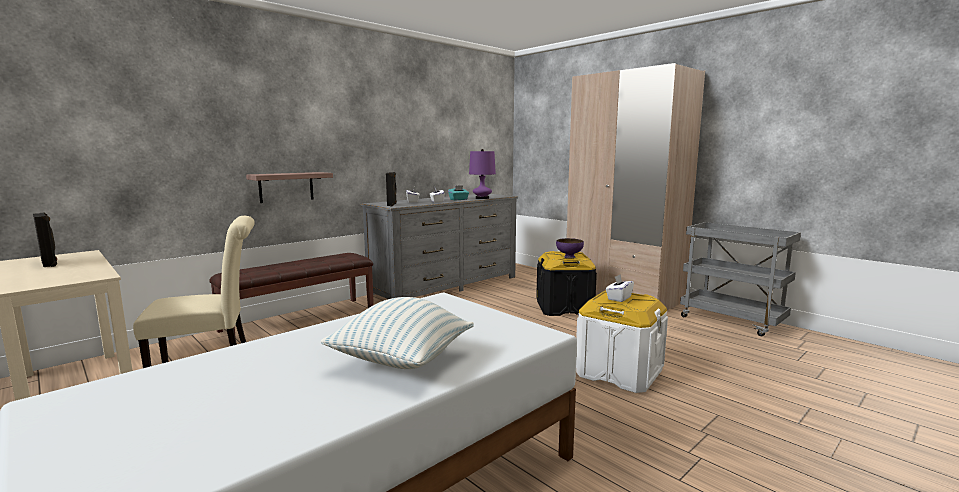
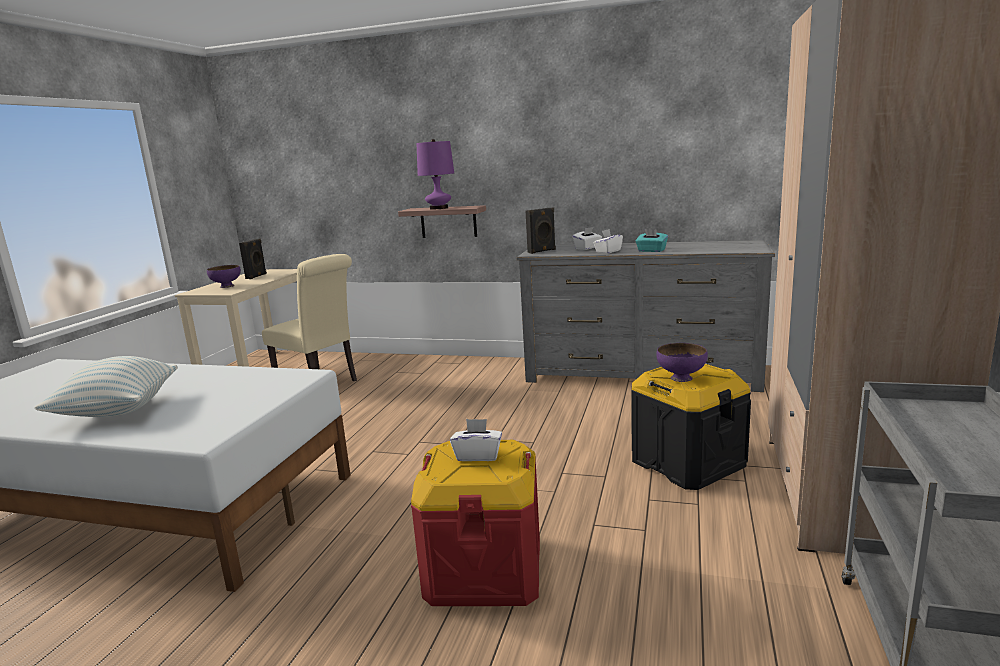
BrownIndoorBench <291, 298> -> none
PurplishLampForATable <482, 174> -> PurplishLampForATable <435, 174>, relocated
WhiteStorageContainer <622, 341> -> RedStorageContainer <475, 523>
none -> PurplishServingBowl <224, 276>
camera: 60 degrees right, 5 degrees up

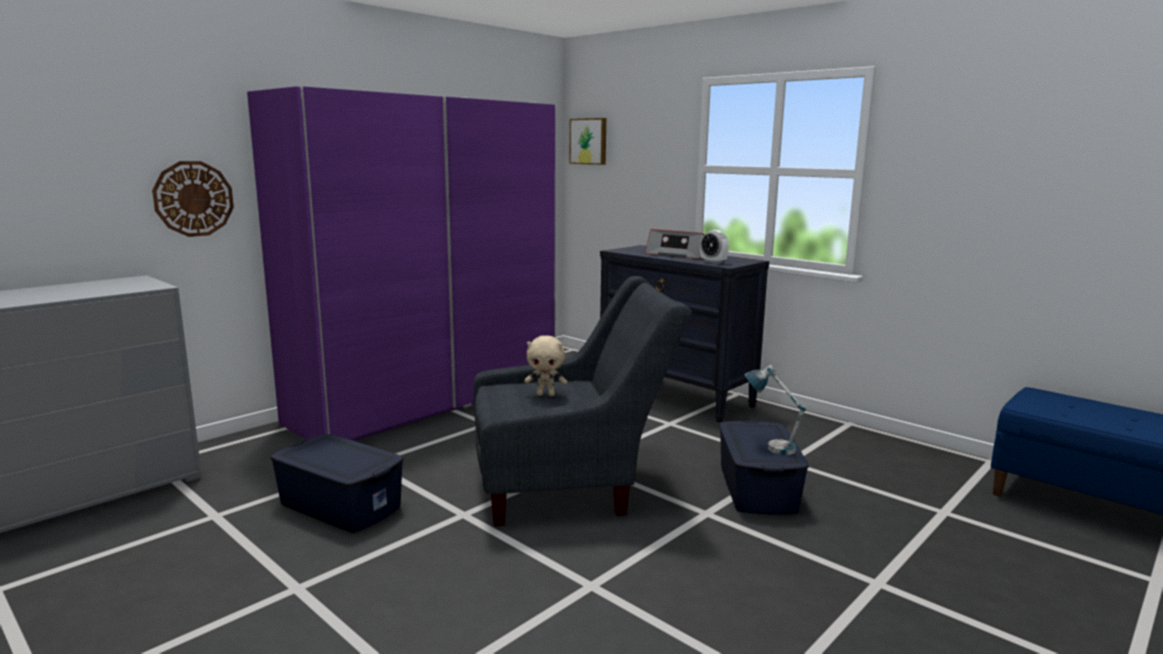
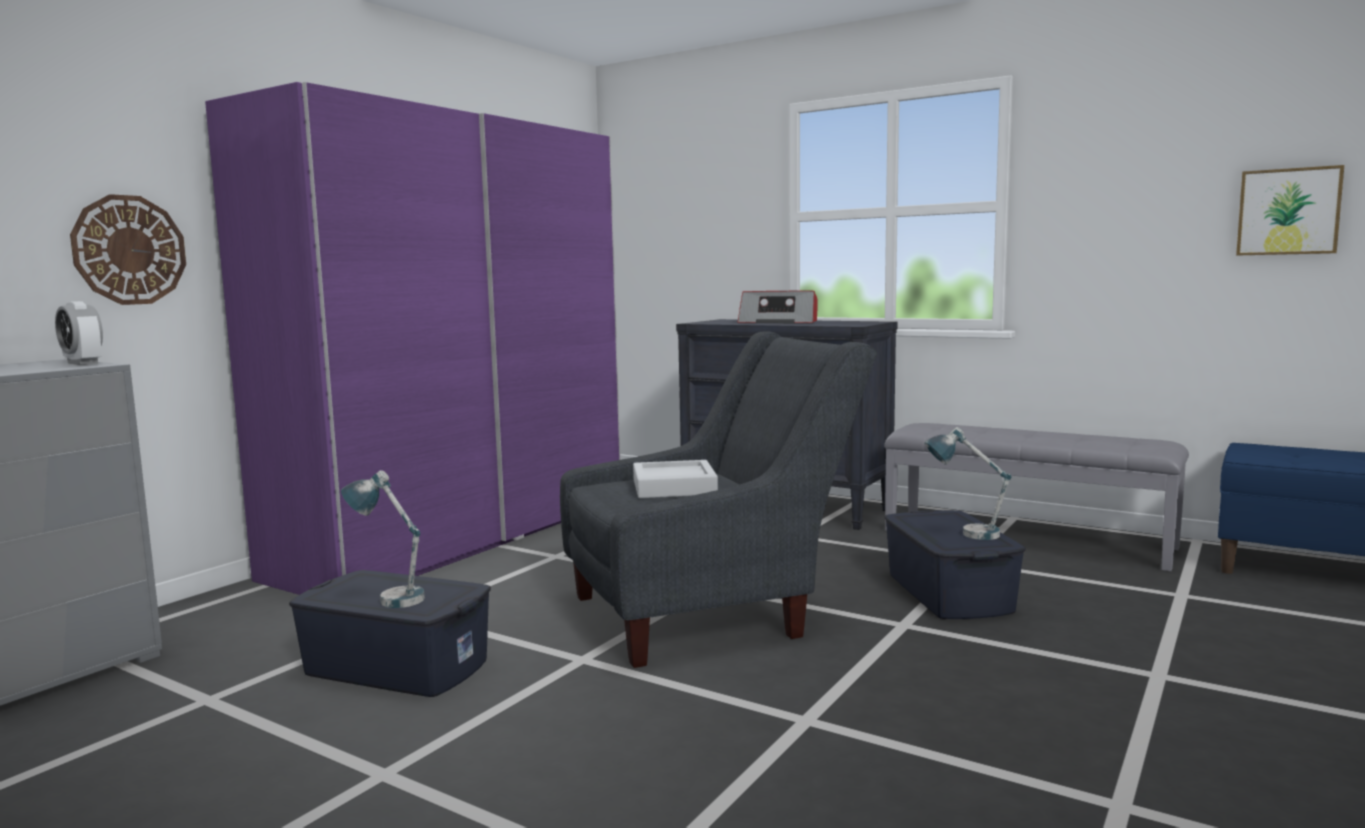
BeigeSoftToy <545, 365> -> GreyTray <675, 479>
WallArt <587, 141> -> WallArt <1290, 210>, relocated
TableClock <714, 247> -> TableClock <79, 333>, relocated
none -> LampForATable <383, 539>
none -> GreyIndoorBench <1036, 497>
camera: 10 degrees left, 5 degrees down

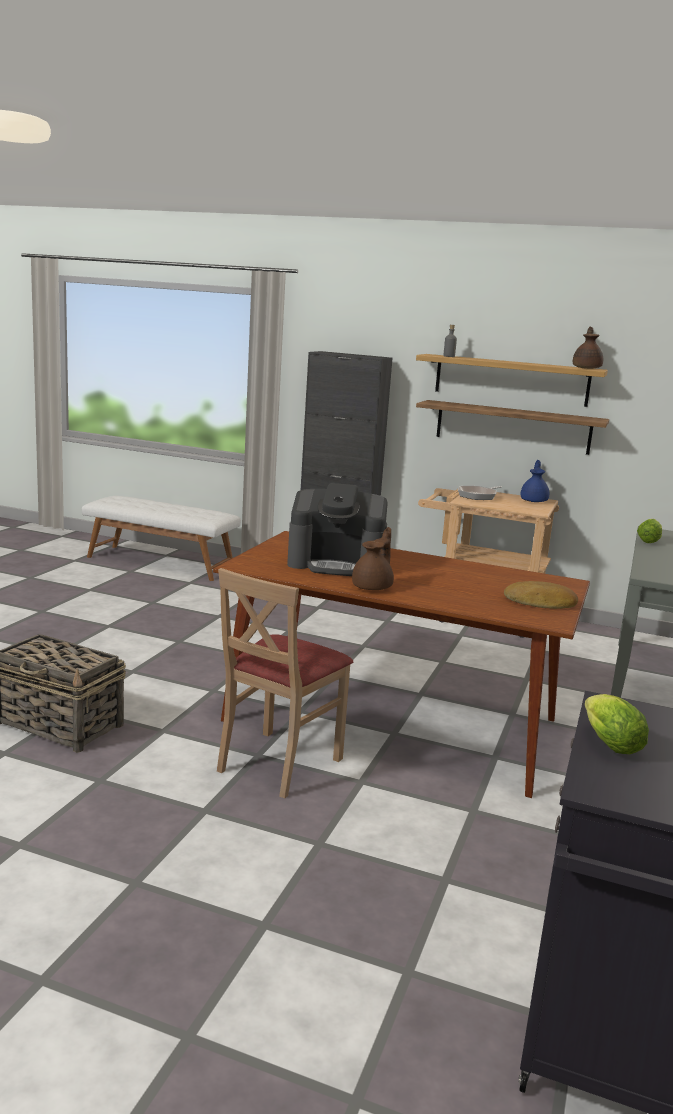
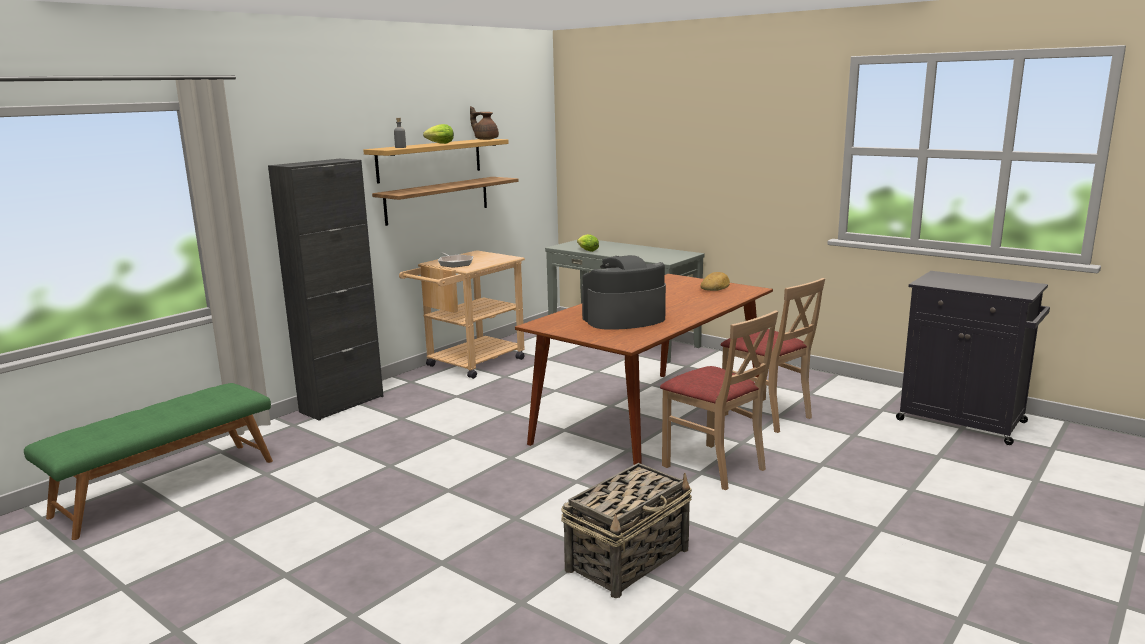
WhiteIndoorBench <161, 538> -> GreenishIndoorBench <148, 461>
CoffeeBrewer <337, 529> -> CoffeeBrewer <624, 292>, 135 degrees counterclockwise
BrownPotForTea <373, 558> -> none
BluishPotForTea <534, 481> -> none
Lettuce <616, 724> -> Lettuce <438, 134>, relocated
none -> BeigeChair <773, 355>
camera: 70 degrees left, 0 degrees up

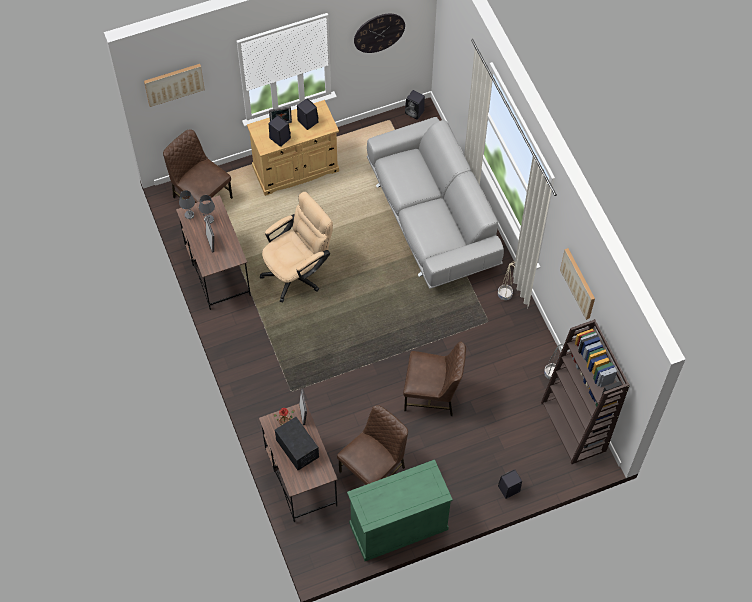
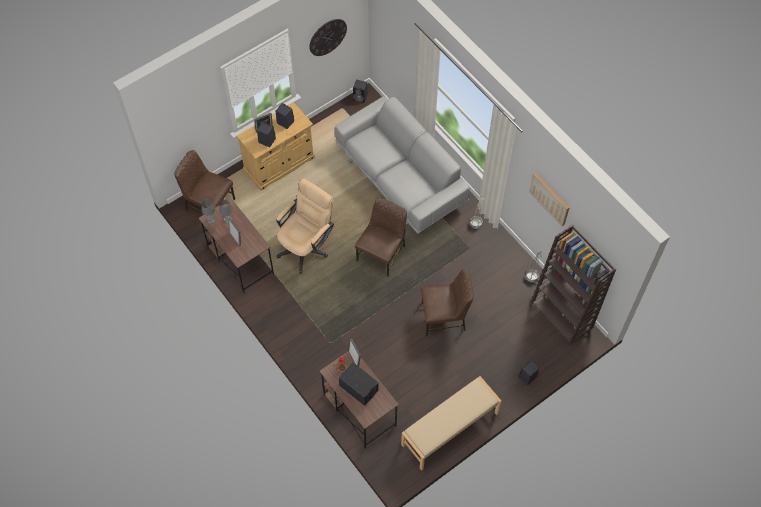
WallArt <174, 85> -> none
BrownChair <372, 445> -> BrownChair <381, 237>, relocated
GreenishCabinet <400, 510> -> BeigeIndoorBench <451, 423>
camera: 15 degrees left, 0 degrees up

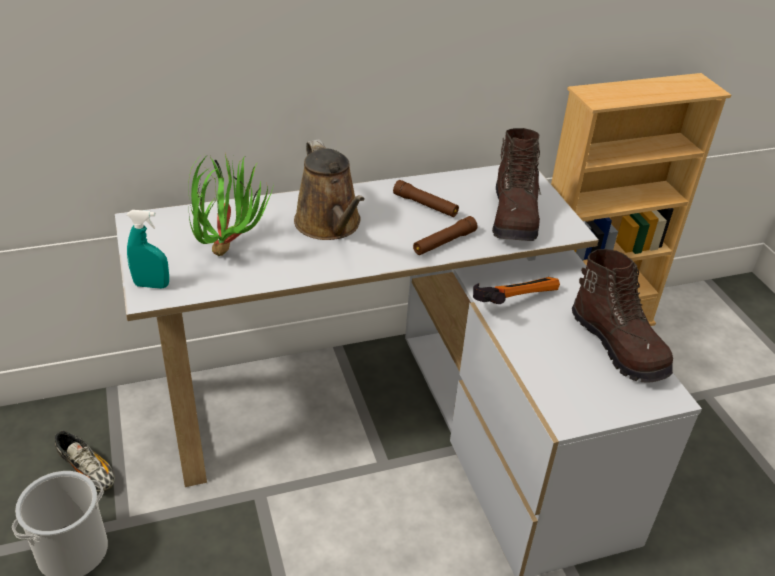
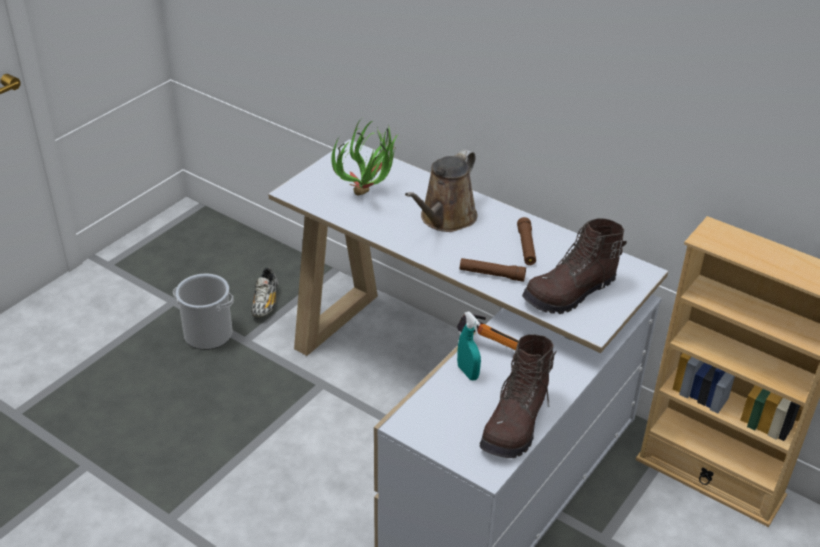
BlueGreenSprayer <148, 249> -> BlueGreenSprayer <469, 346>, relocated
camera: 55 degrees right, 0 degrees up

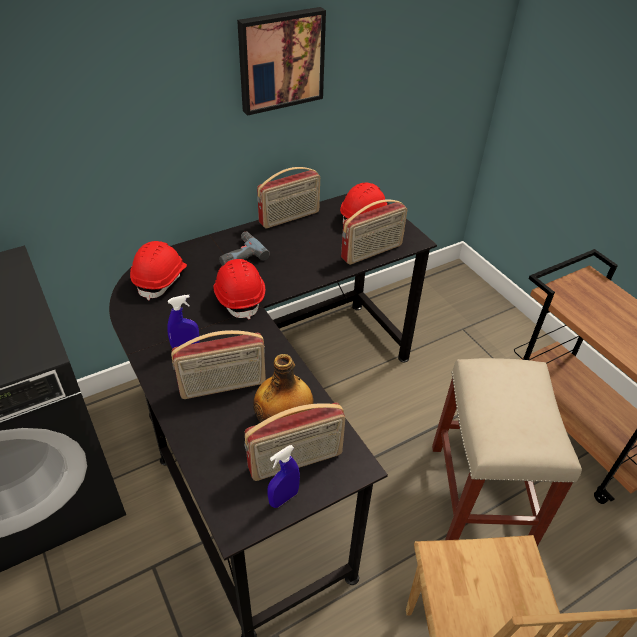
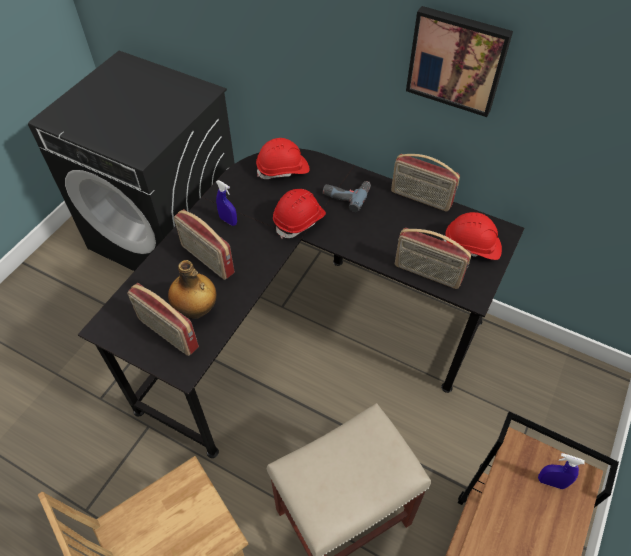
BluishSprayer <284, 476> -> BluishSprayer <561, 471>, relocated
camera: 60 degrees right, 10 degrees up

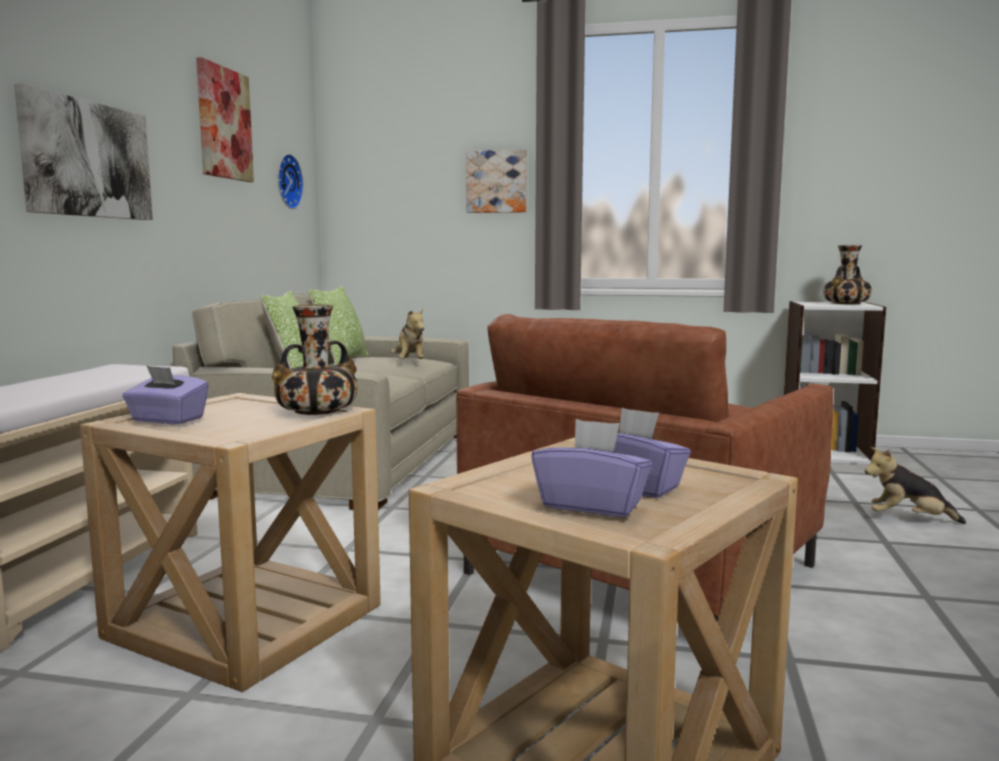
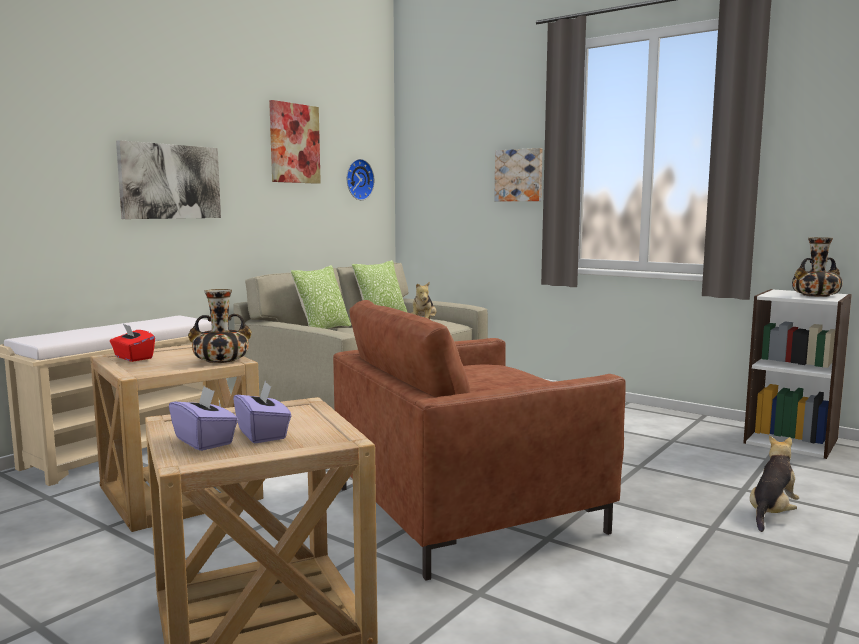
PurplishTissueBox <165, 394> -> RedTissueBox <132, 343>
SoftToy <915, 485> -> SoftToy <774, 483>, 90 degrees clockwise
camera: 25 degrees right, 0 degrees up

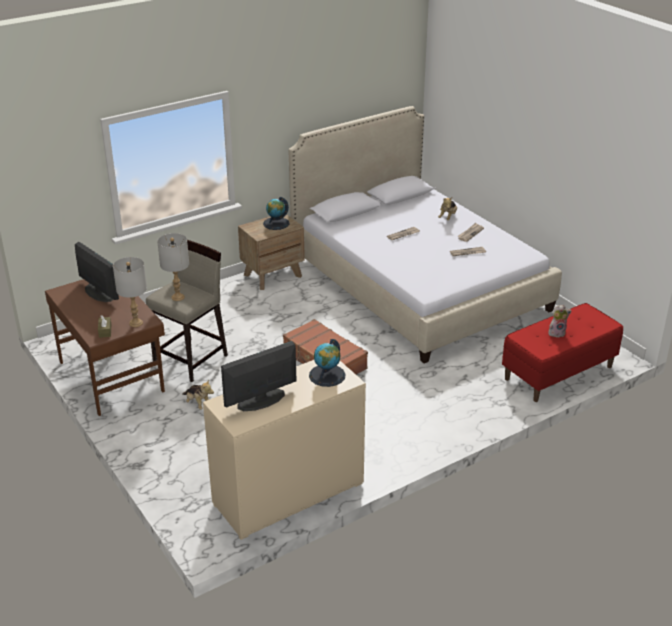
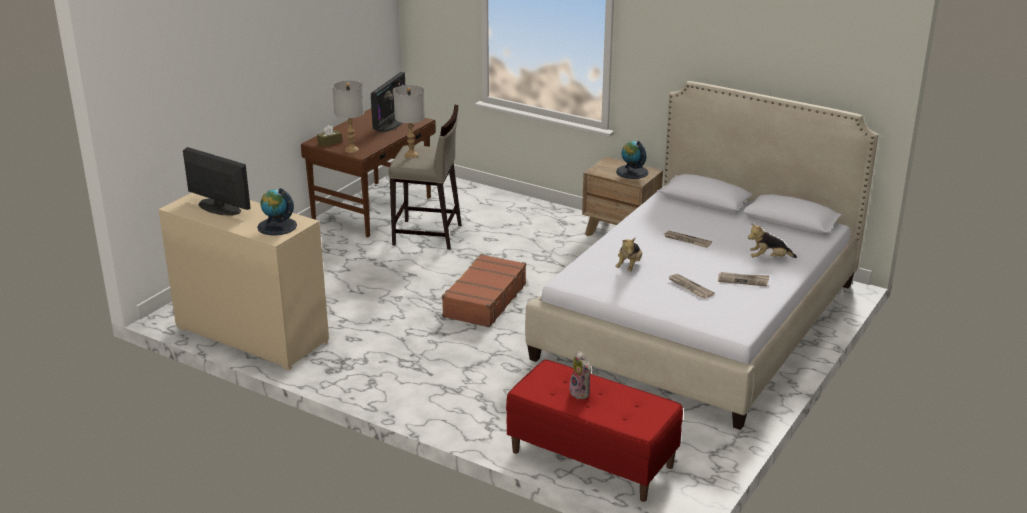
SoftToy <198, 394> -> SoftToy <628, 254>, relocated
camera: 65 degrees right, 5 degrees down

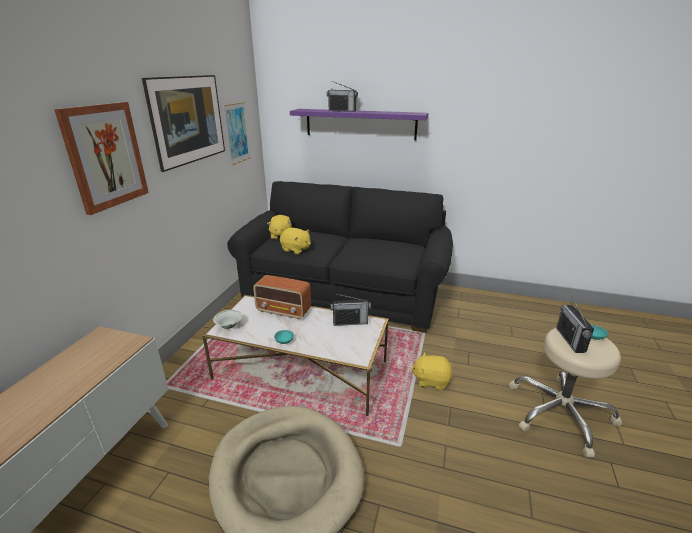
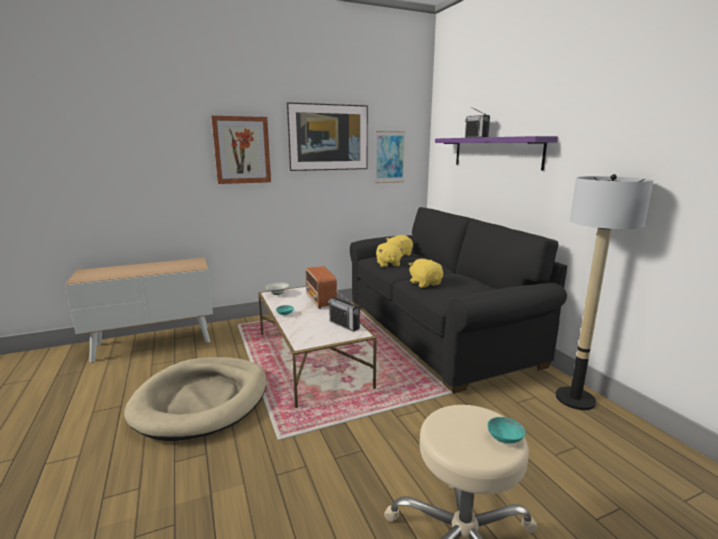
YellowColouredSoftToy <431, 371> -> YellowColouredSoftToy <426, 273>, relocated
RadioReceiver <575, 325> -> none
none -> StandardLamp <605, 292>
camera: 50 degrees right, 10 degrees down

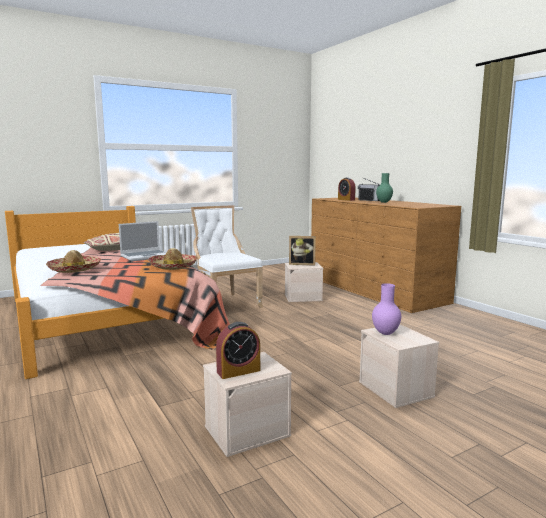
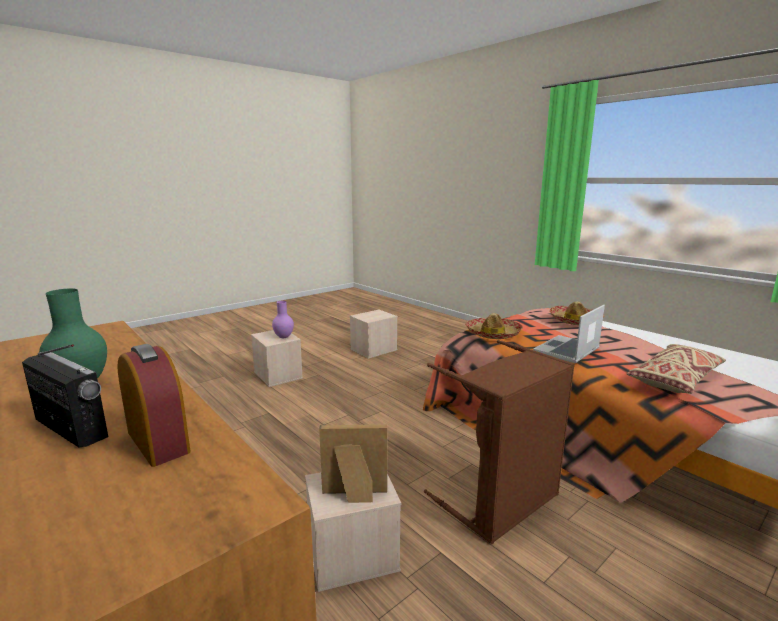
WhiteChair <227, 257> -> BrownLaundryBasket <499, 442>
TableClock <238, 350> -> none
camera: 170 degrees right, 5 degrees up

